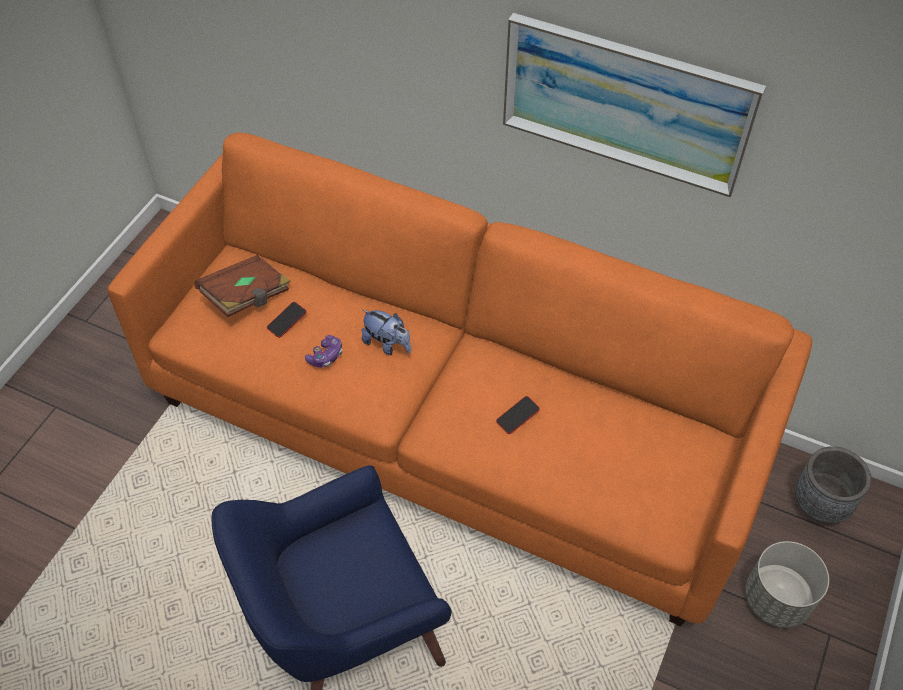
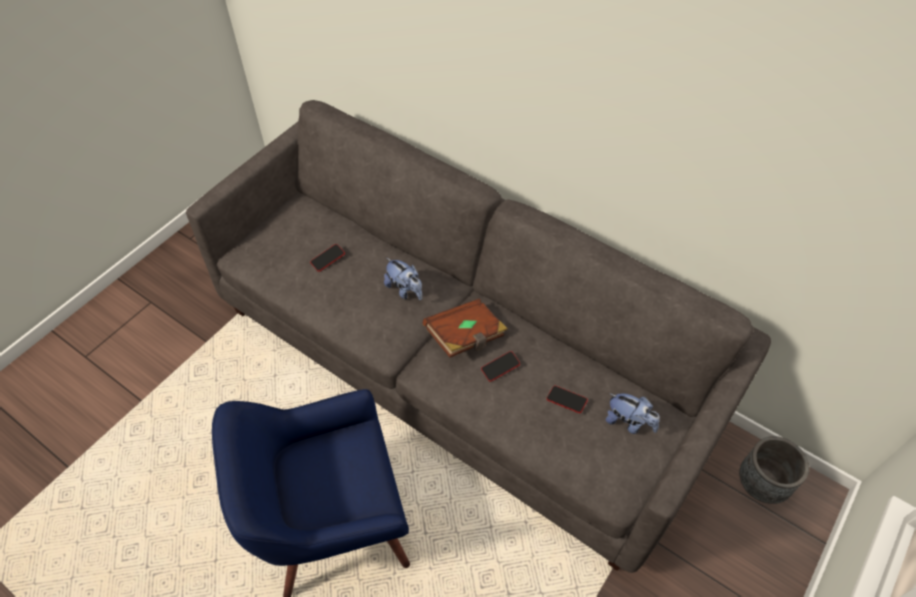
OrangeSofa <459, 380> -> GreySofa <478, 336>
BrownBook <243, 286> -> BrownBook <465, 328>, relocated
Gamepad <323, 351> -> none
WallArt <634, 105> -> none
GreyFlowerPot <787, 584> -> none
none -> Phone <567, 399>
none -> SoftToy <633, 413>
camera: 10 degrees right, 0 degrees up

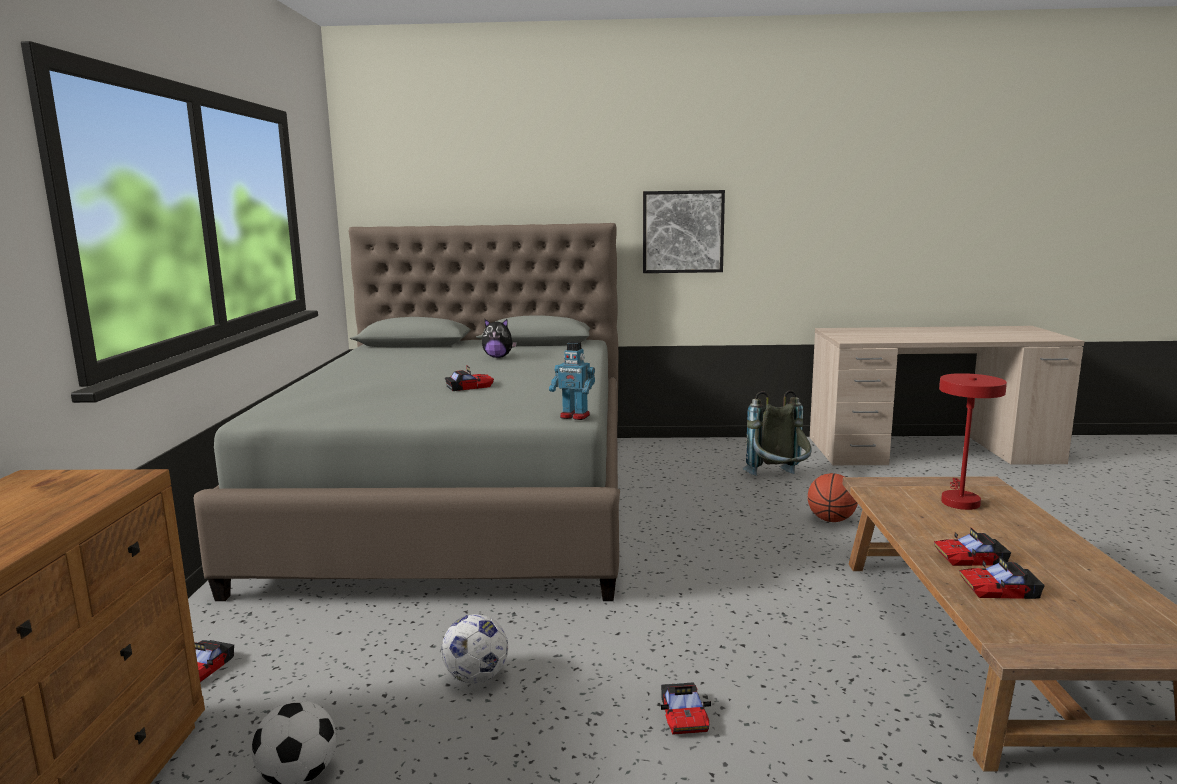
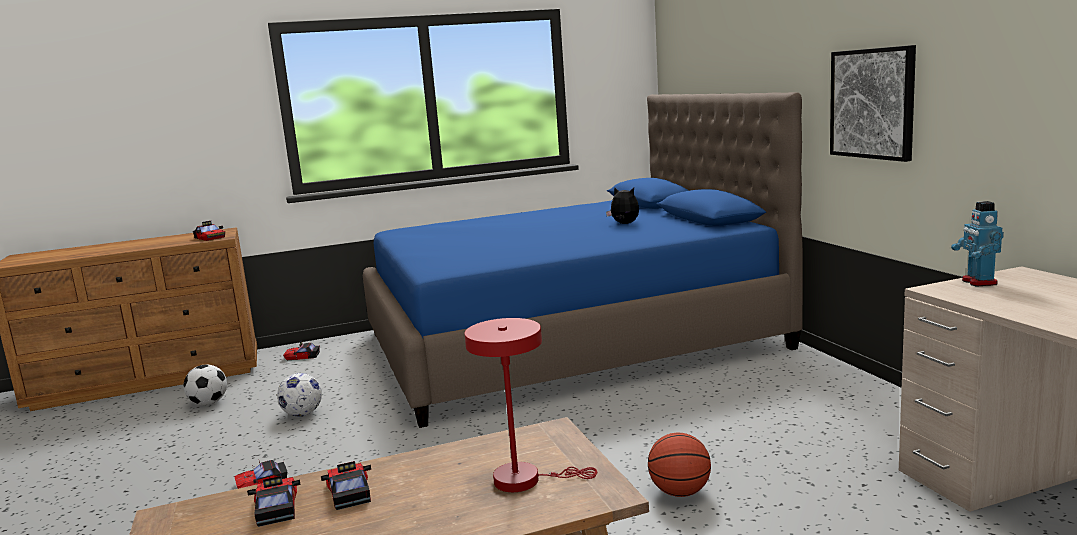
GreyBedroomBed <406, 412> -> BluishBedroomBed <583, 260>
ToyCar <469, 378> -> ToyCar <209, 231>, relocated
SoftToy <499, 338> -> SoftToy <622, 205>, 135 degrees clockwise
RobotFigure <572, 380> -> RobotFigure <977, 243>, relocated
GreyBackpack <777, 433> -> none
camera: 70 degrees right, 0 degrees up

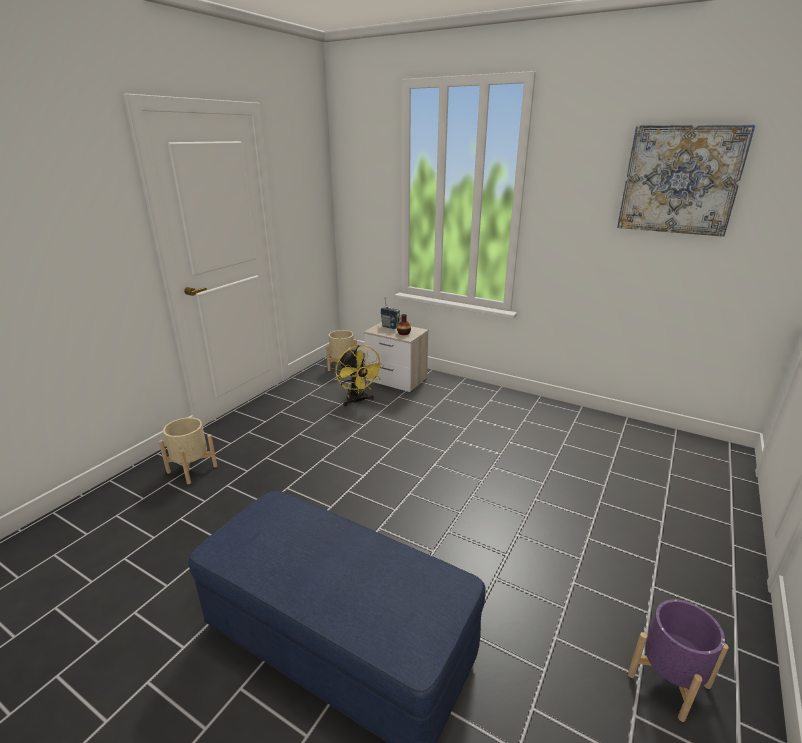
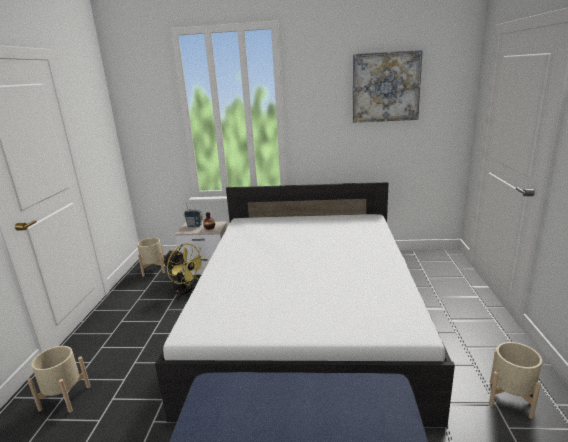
PurplishFlowerPot <678, 660> -> BeigeFlowerPot <515, 380>
none -> WhiteBedroomBed <305, 304>
camera: 25 degrees left, 5 degrees down

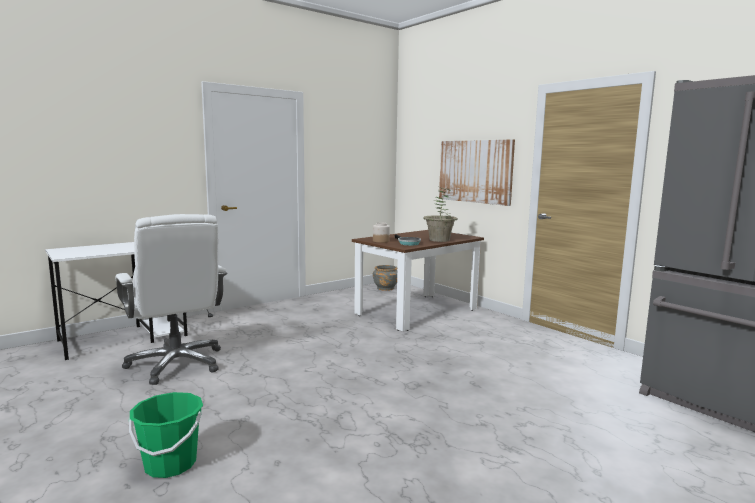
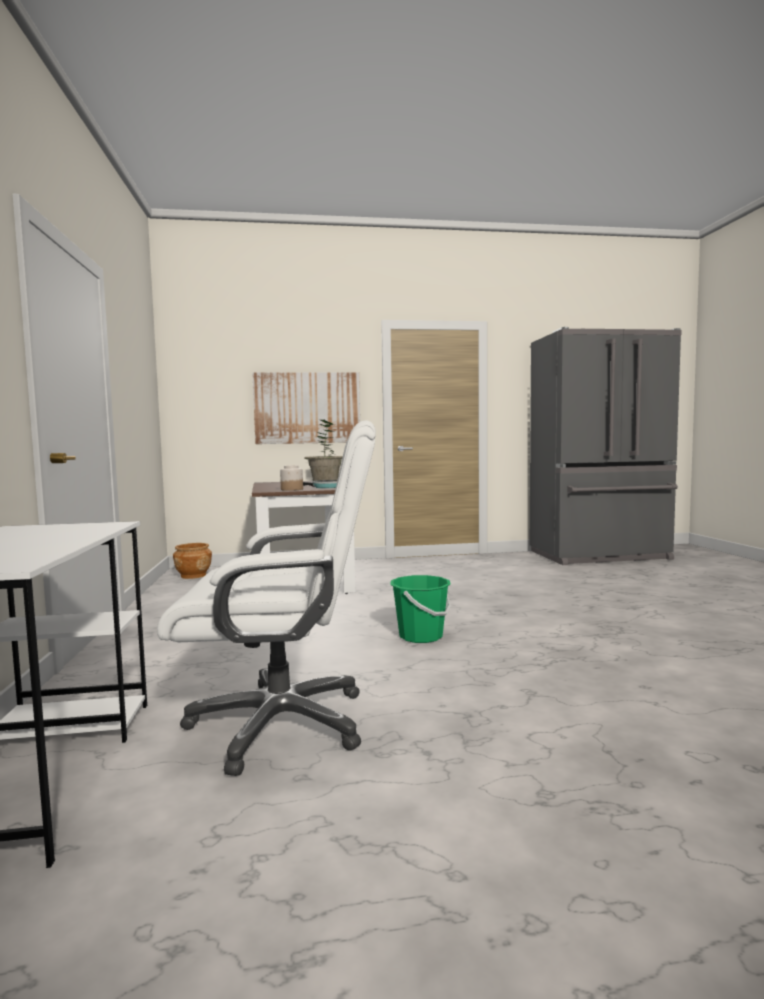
GreenishPail <166, 435> -> GreenishPail <420, 609>, relocated
GreyFlowerPot <385, 278> -> BrownFlowerPot <192, 561>
camera: 60 degrees left, 5 degrees down

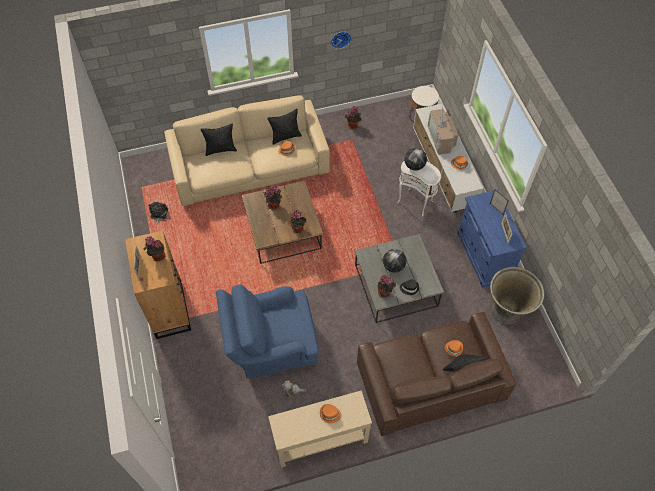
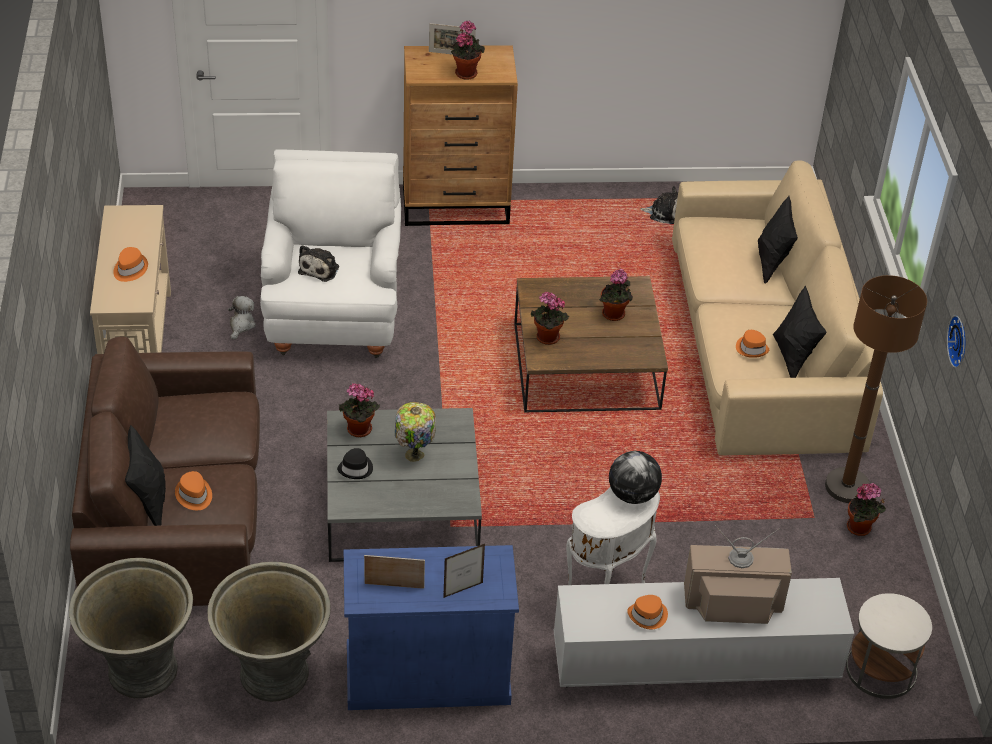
BluishLoungeChair <267, 331> -> WhiteLoungeChair <330, 253>
Globe <395, 260> -> LampForATable <415, 432>
none -> GreyFlowerPot <131, 628>
none -> SoftToy <318, 263>
none -> BrownStandardLamp <876, 389>
camera: 100 degrees right, 15 degrees down

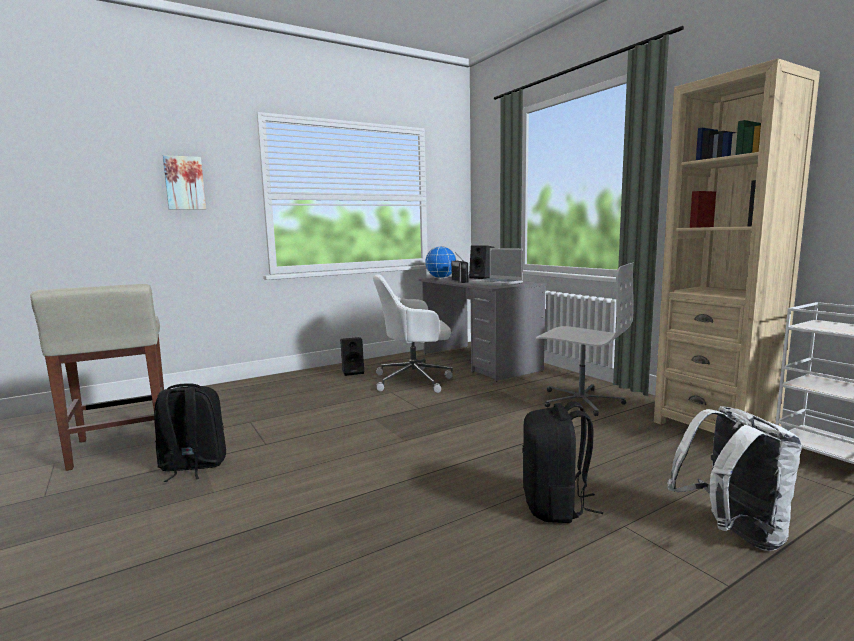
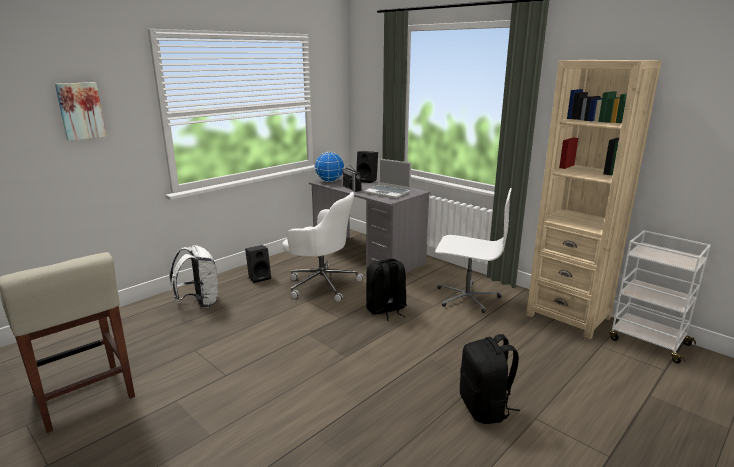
BlackColouredBackpack <190, 432> -> BlackColouredBackpack <386, 290>, relocated
WhiteOfficeChair <413, 333> -> WhiteOfficeChair <322, 247>, 135 degrees counterclockwise
WhiteBackpack <734, 478> -> WhiteBackpack <194, 276>, relocated
camera: 15 degrees left, 10 degrees up

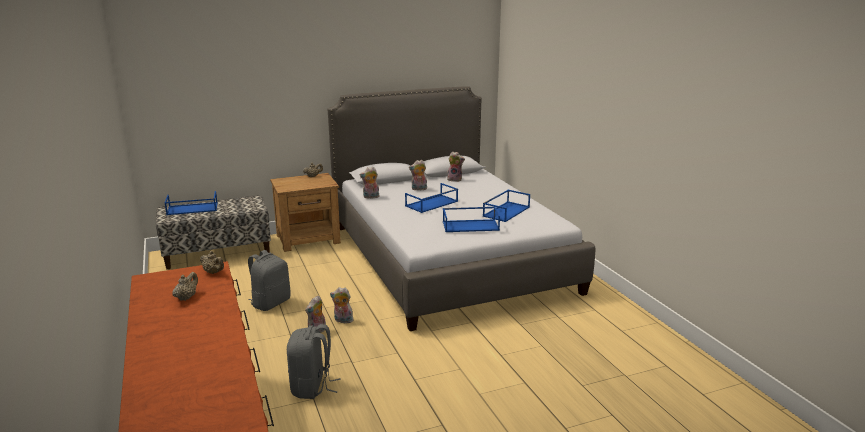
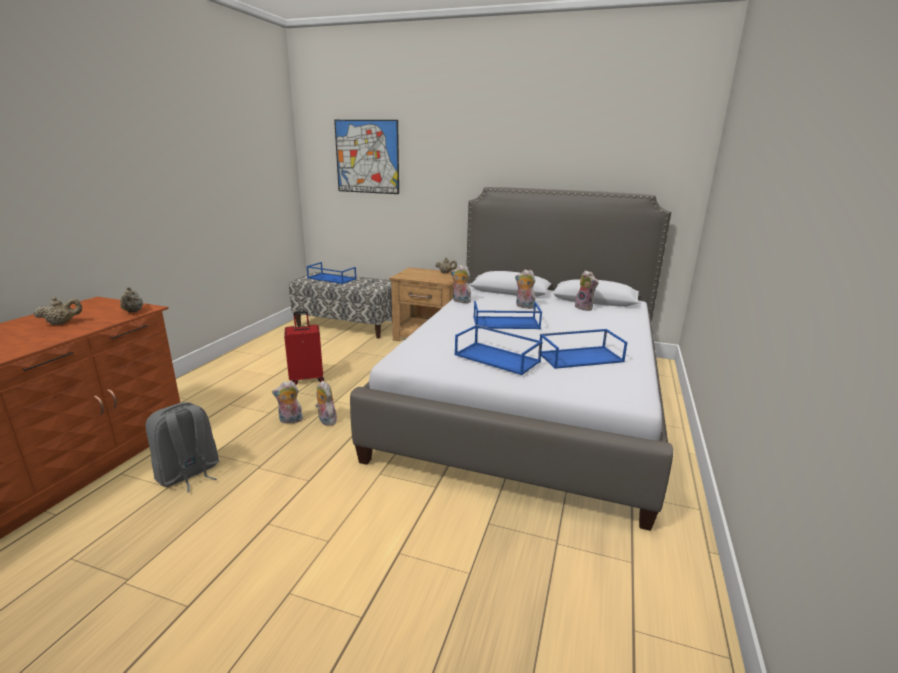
GreyBackpack <269, 280> -> RedSuitcase <304, 348>
none -> WallArt <366, 157>
camera: 40 degrees right, 0 degrees up

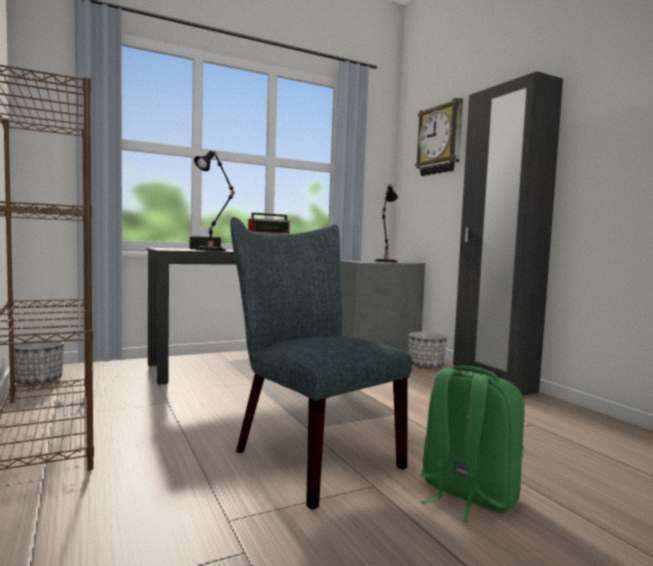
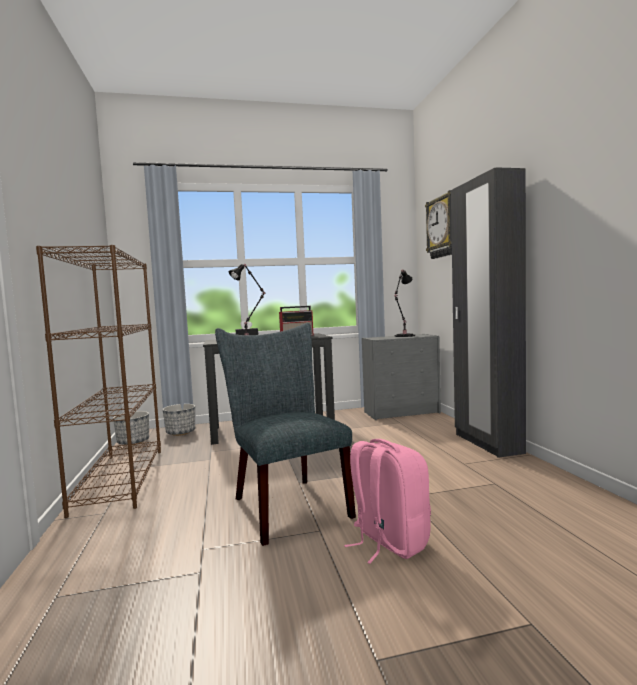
FlowerPot <428, 350> -> FlowerPot <178, 420>, relocated
GreenishBackpack <473, 444> -> PinkColouredBackpack <387, 501>
camera: 15 degrees right, 0 degrees up

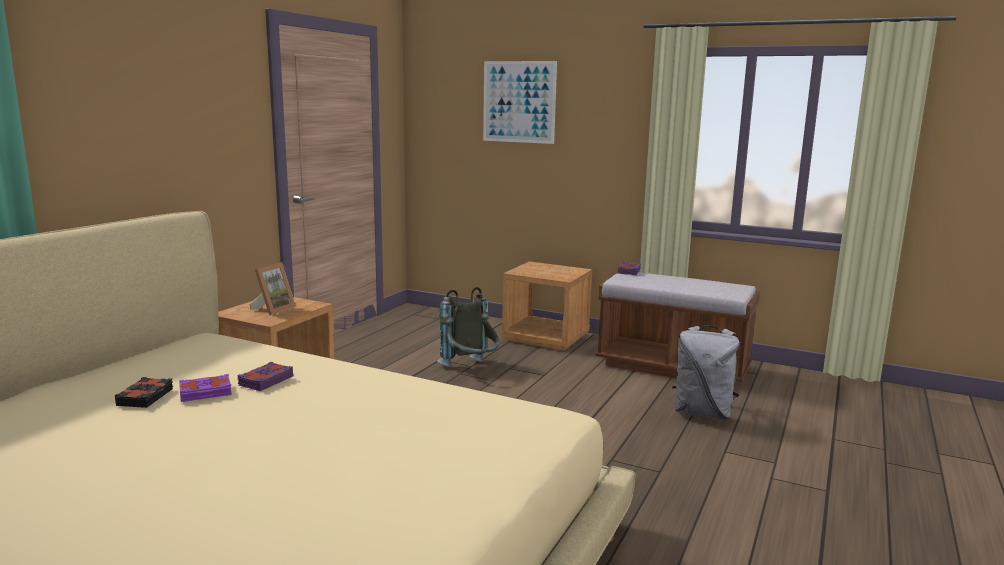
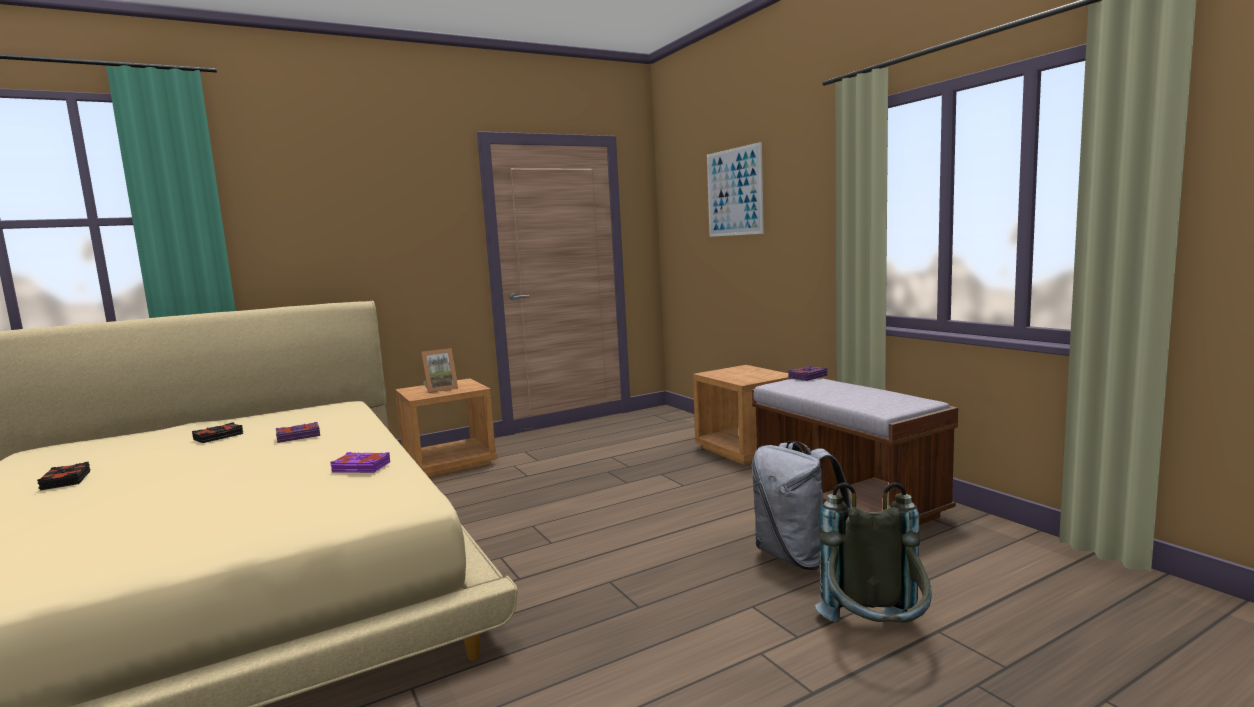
PurplishBook <205, 388> -> PurplishBook <360, 462>, relocated
GreyBackpack <468, 327> -> GreyBackpack <873, 553>, relocated
none -> BlackColouredBook <64, 476>
camera: 35 degrees right, 5 degrees down

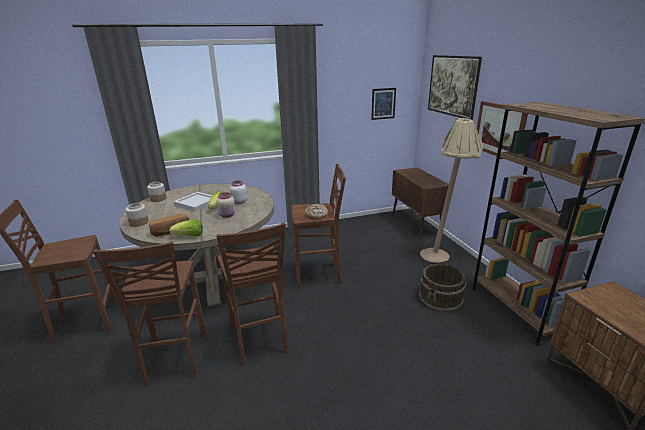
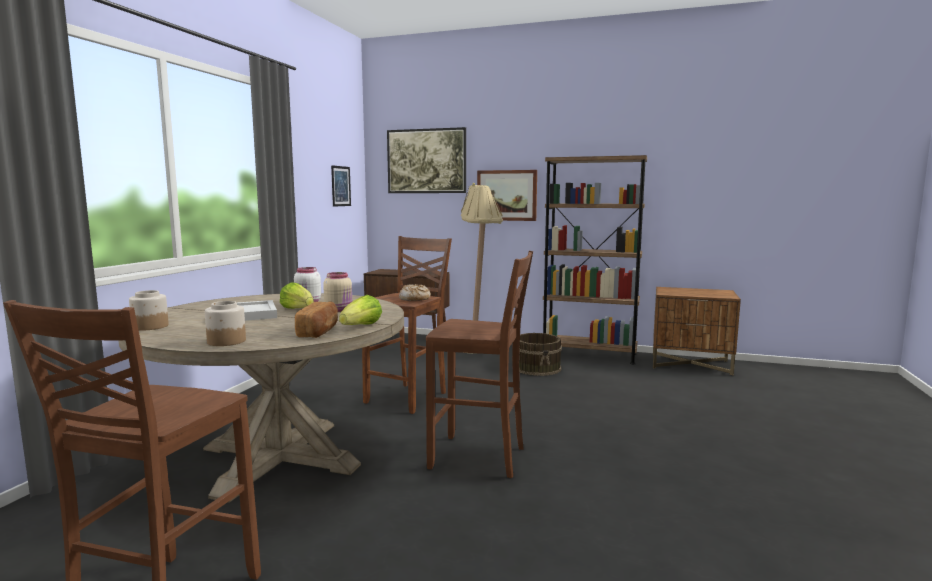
BrownSittingStool <150, 313> -> none
camera: 55 degrees left, 15 degrees down

